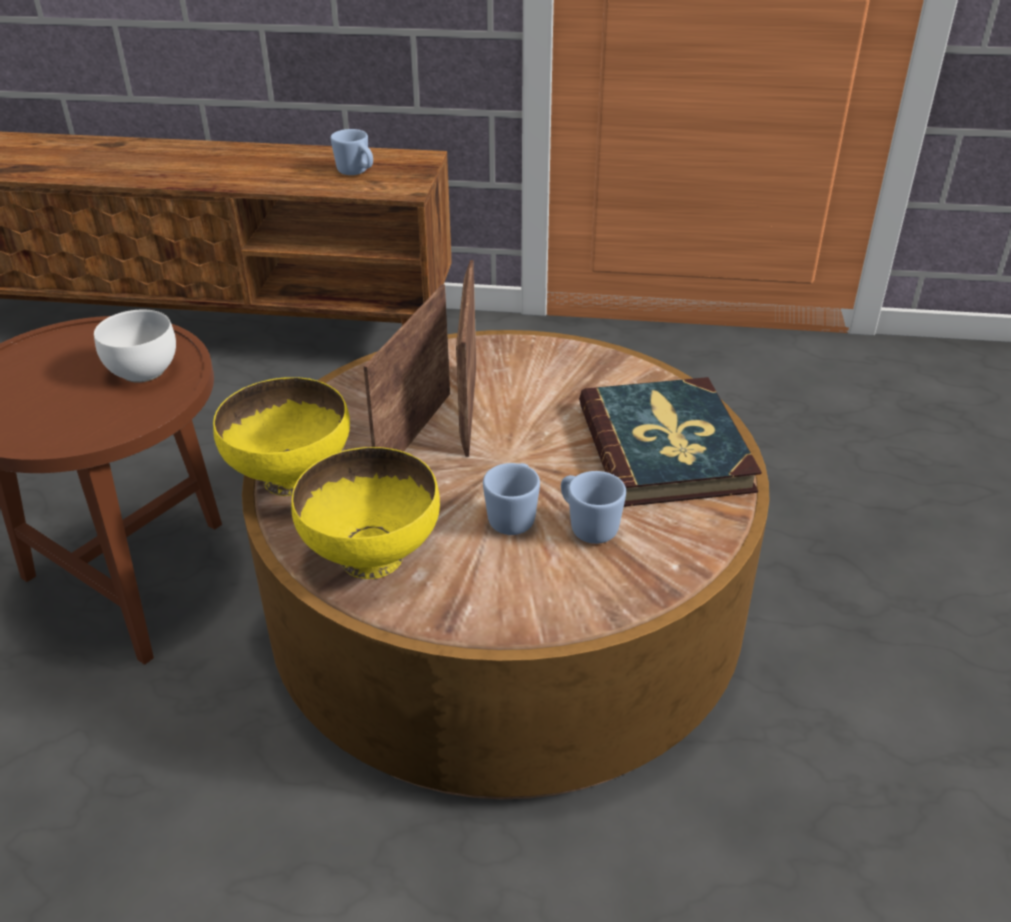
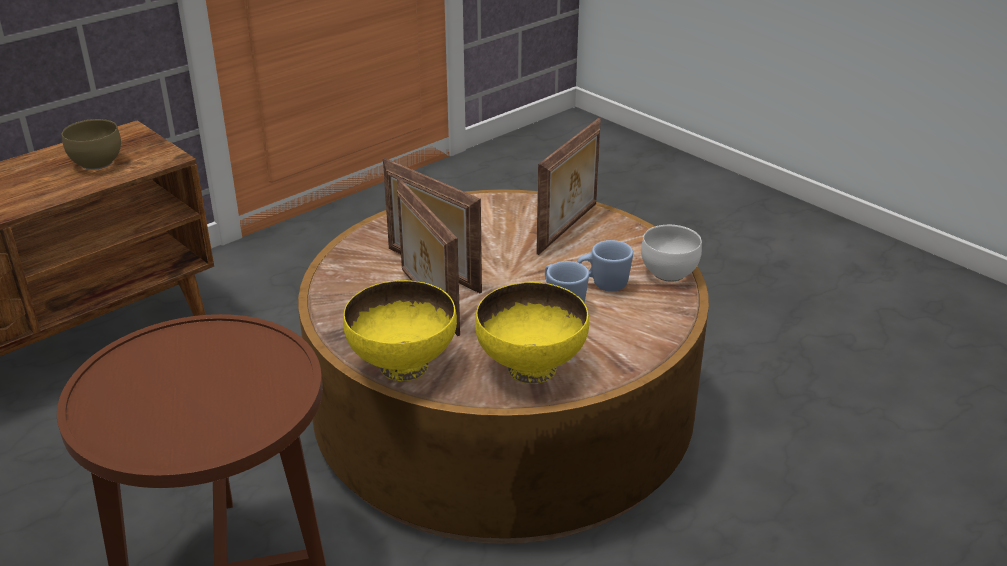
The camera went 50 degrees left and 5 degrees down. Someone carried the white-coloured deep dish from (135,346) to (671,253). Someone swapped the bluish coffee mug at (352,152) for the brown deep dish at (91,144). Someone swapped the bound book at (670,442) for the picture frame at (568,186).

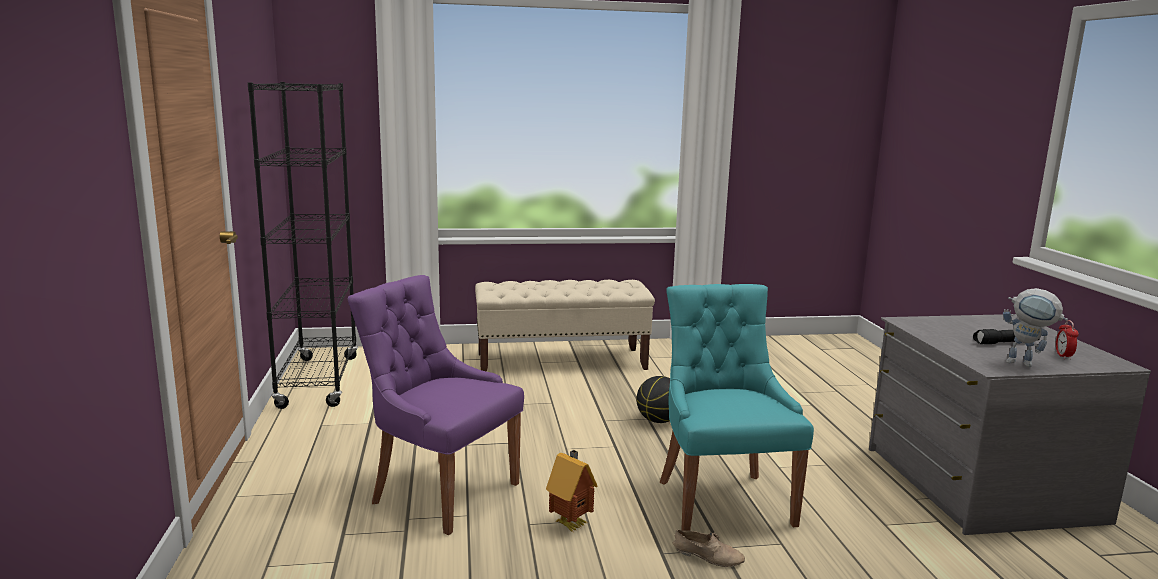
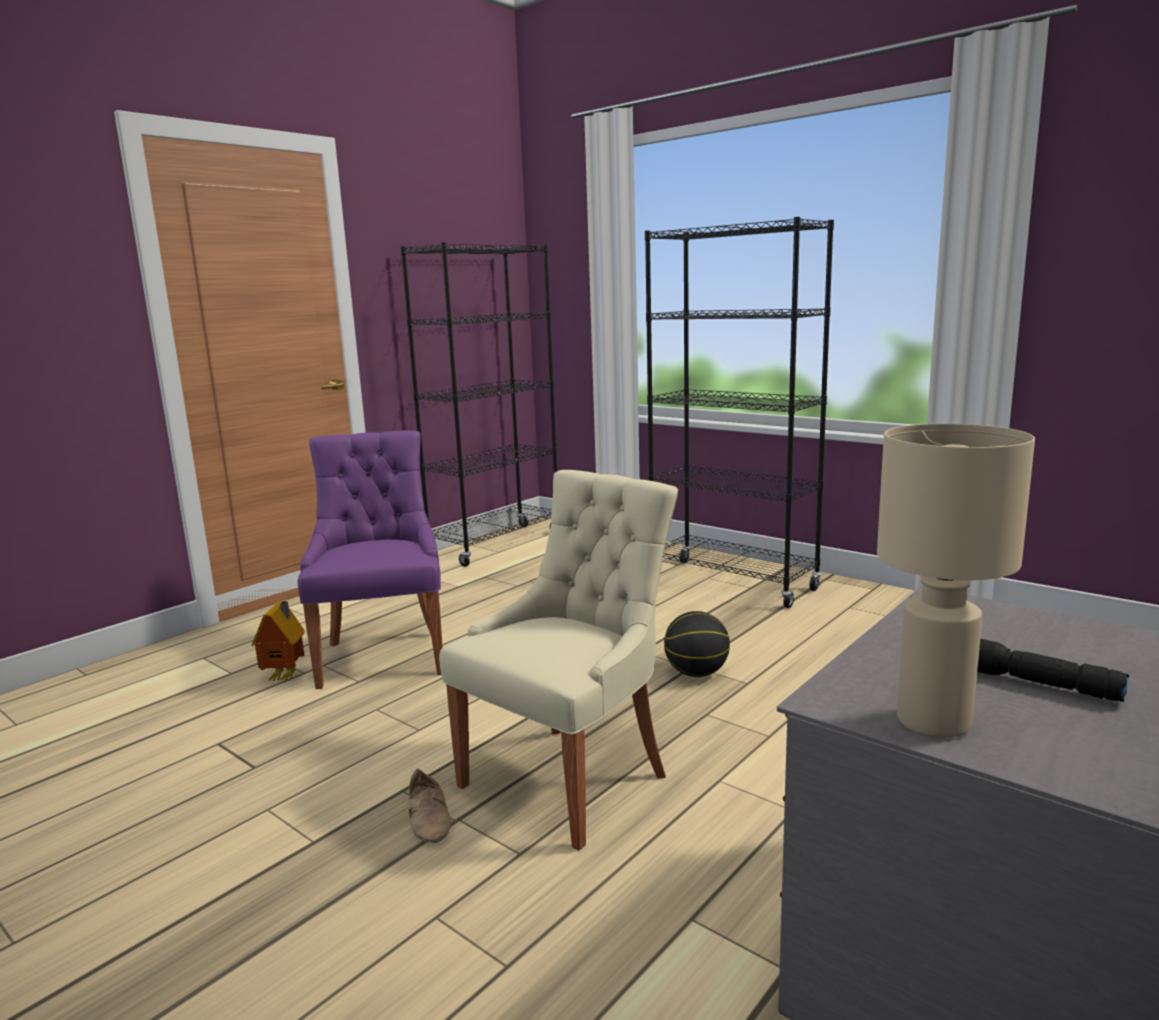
The camera went 50 degrees right and 0 degrees up. Someone took away the bedside clock at (1067,340). Someone carried the toy house from (572,490) to (278,641). Someone swapped the beige indoor bench at (565,326) for the black-coloured bookshelf at (739,412). Someone swapped the toy robot at (1035,327) for the beige table lamp at (956,581). Someone repainted the blue-green chair at (737,407), which became the beige chair at (558,660).

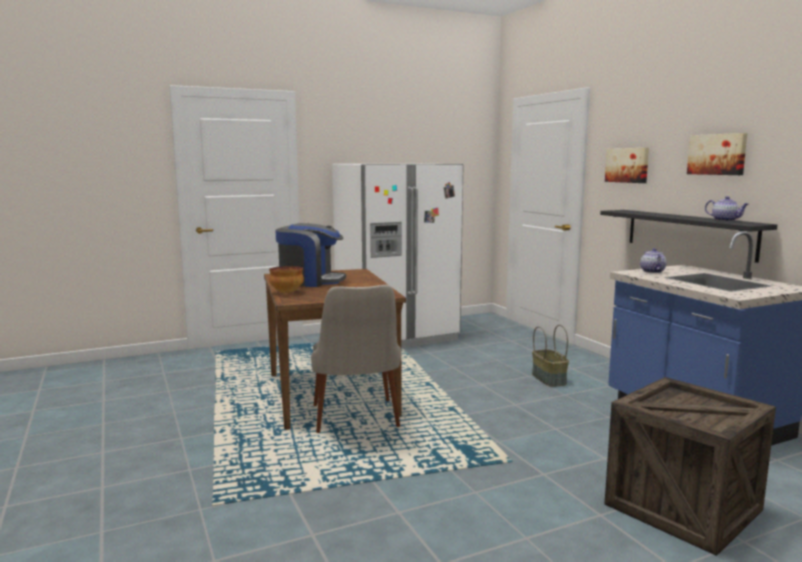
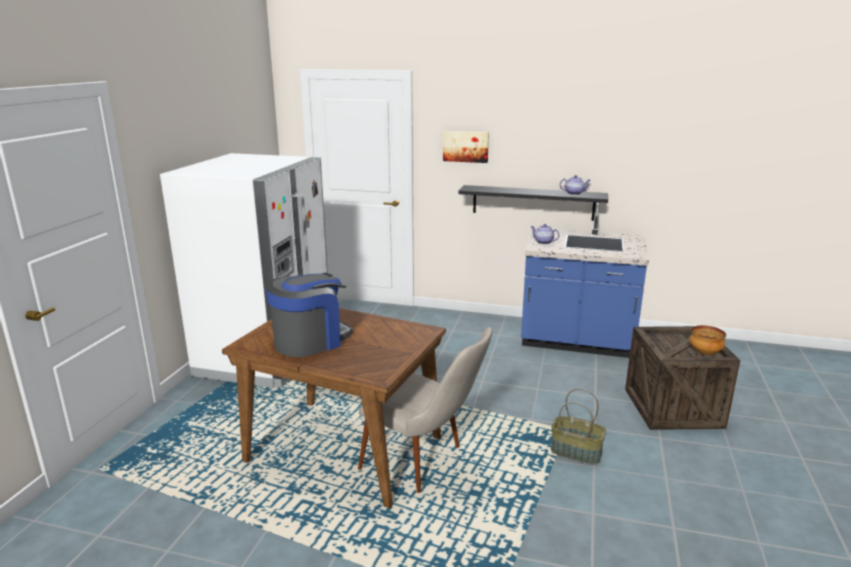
The camera went 50 degrees left and 10 degrees up. Someone took away the wall picture at (717,154). Someone carried the deep dish from (286,279) to (708,340). Someone carried the storage basket from (550,356) to (578,426).

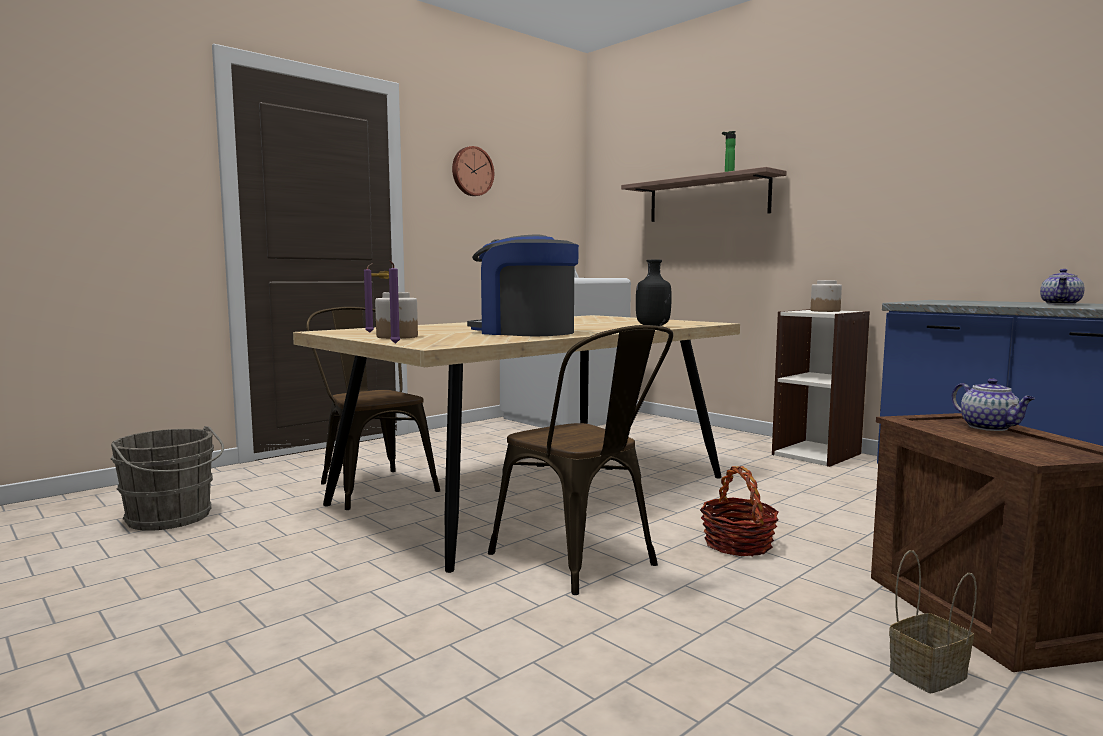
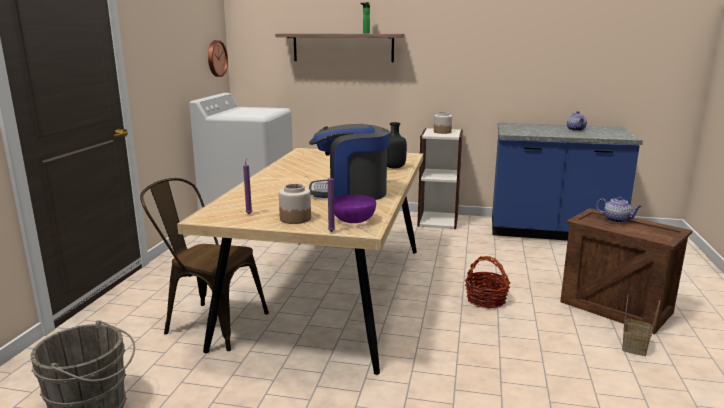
The camera went 35 degrees left and 10 degrees up. Someone took away the brown chair at (580,460). Someone put down the purplish deep dish at (355,209). Someone carried the wall clock from (473,171) to (218,58).

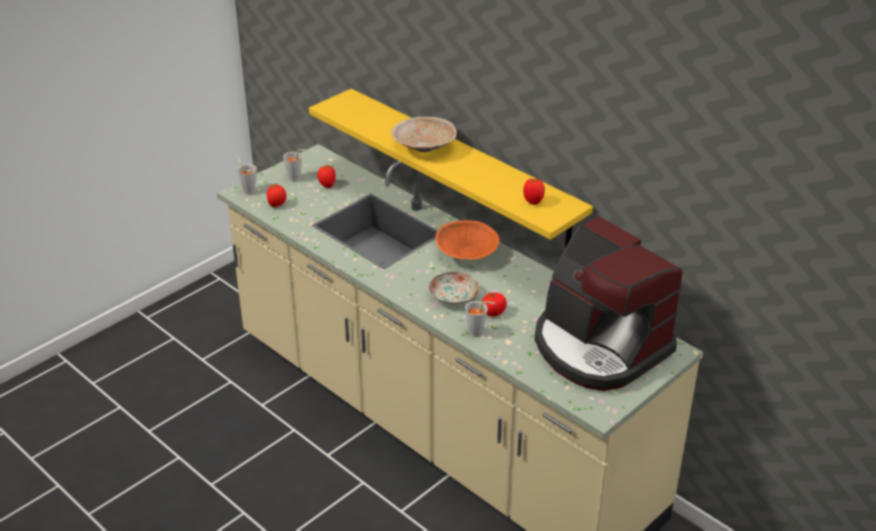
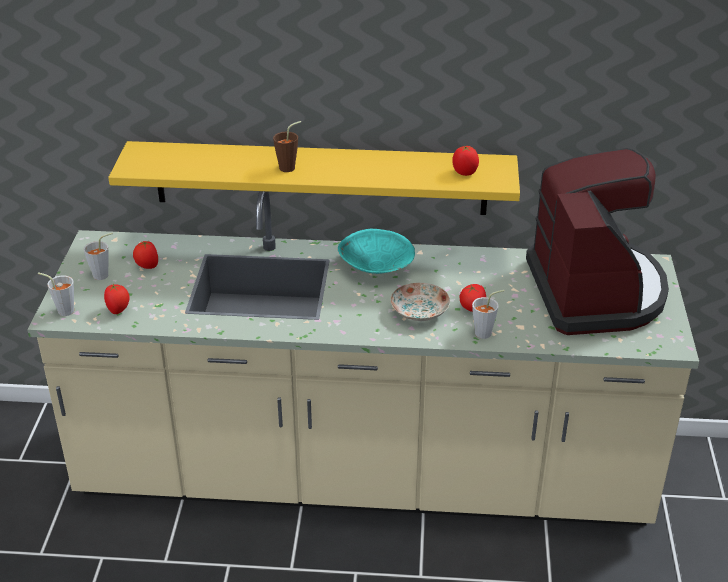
The camera went 40 degrees left and 0 degrees up. Someone swapped the beige deep dish at (424,134) for the brown small cup at (287,146). Someone repainted the orange deep dish at (467,240), which became the blue-green deep dish at (376,251). Someone rotated the coffee maker at (609,304) by 105 degrees counterclockwise.

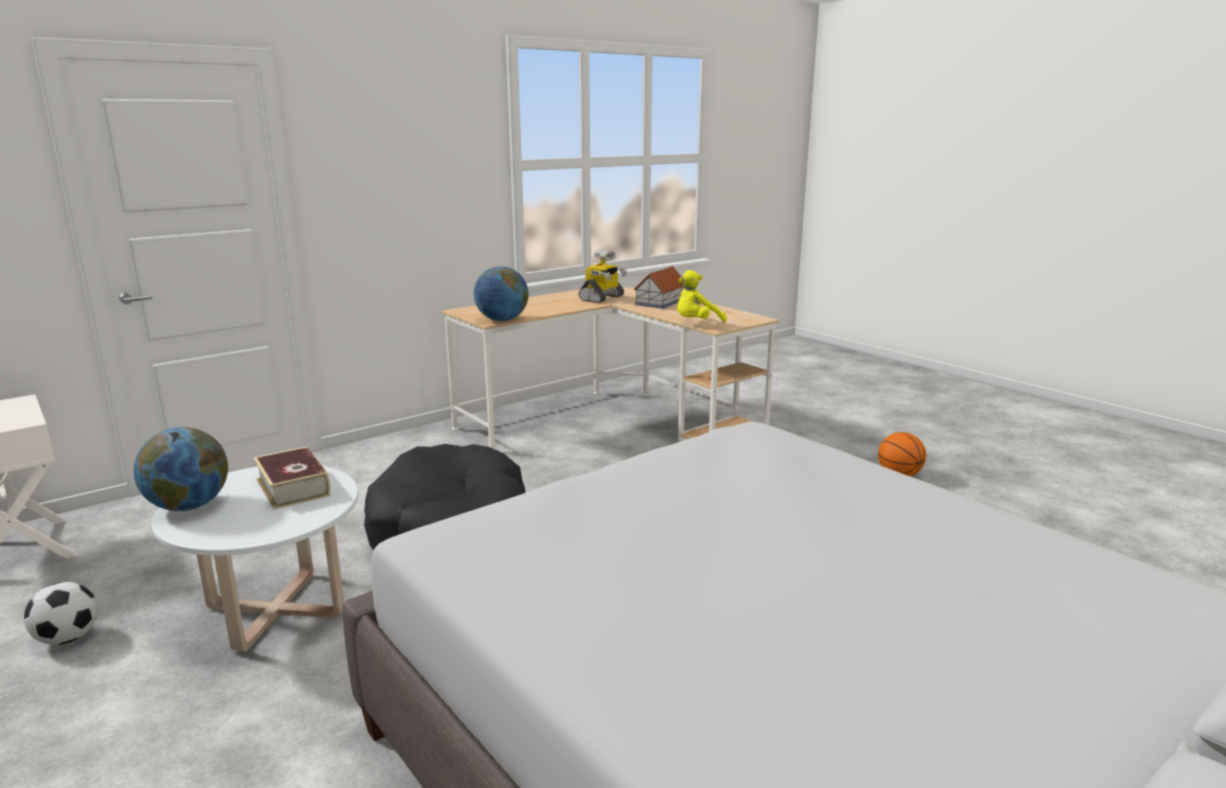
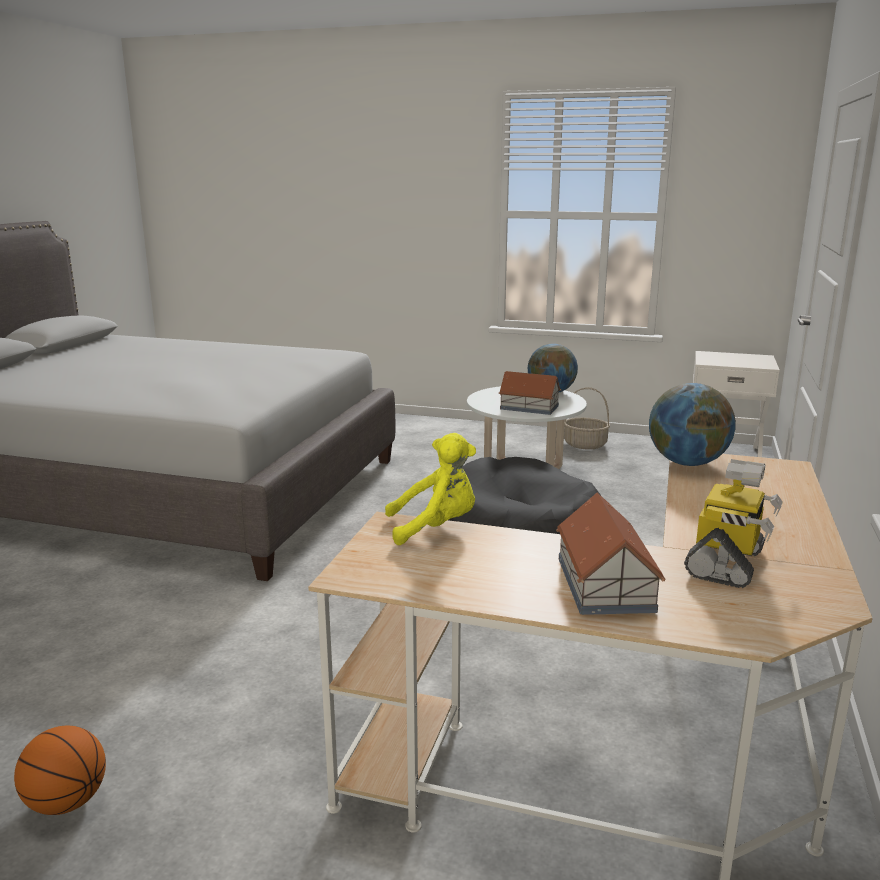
The camera went 145 degrees right and 0 degrees up. Someone swapped the football ball at (61,613) for the storage basket at (587,418). Someone swapped the bound book at (292,478) for the toy house at (530,393). Someone rotated the toy robot at (603,276) by 150 degrees counterclockwise. Someone rotated the yellow-coloured soft toy at (702,296) by 60 degrees clockwise.

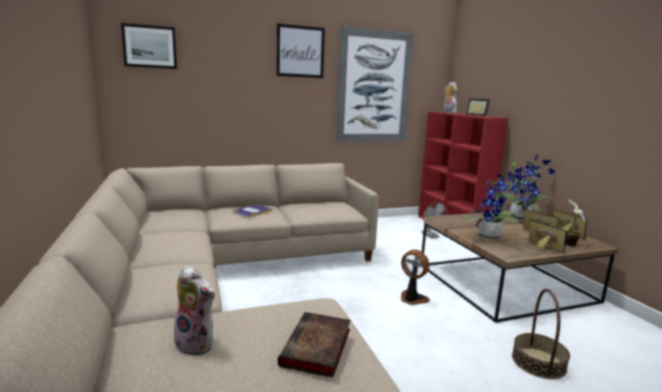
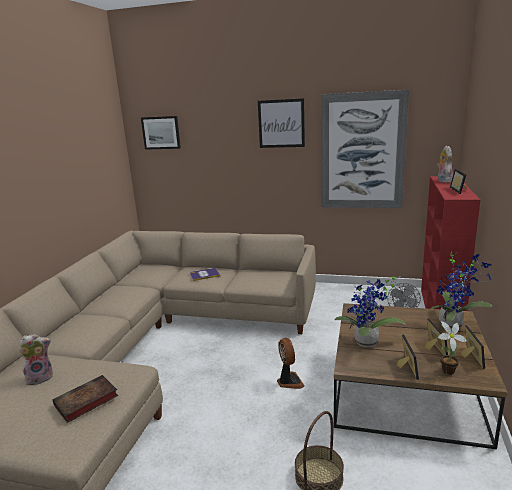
The camera went 35 degrees right and 5 degrees up. Someone rotated the soft toy at (194,310) by 90 degrees counterclockwise.

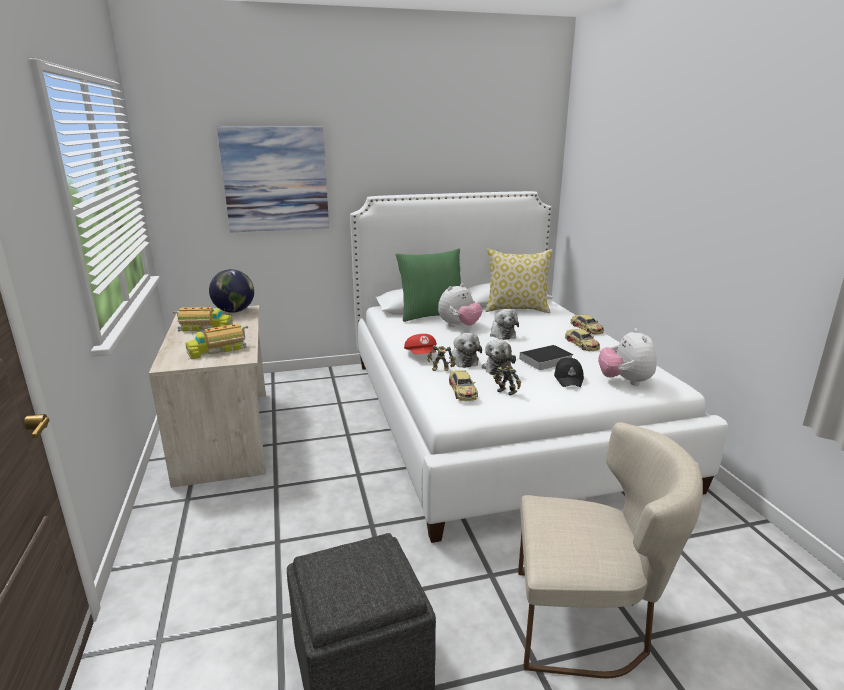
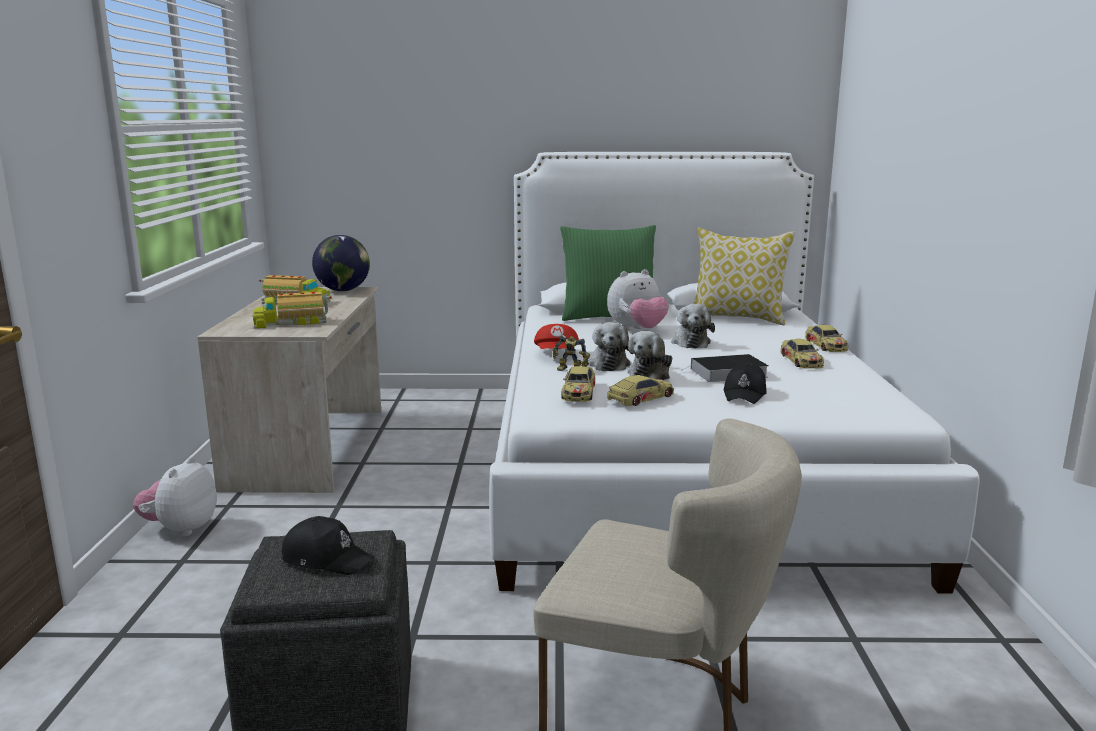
The camera went 15 degrees right and 5 degrees down. Someone took away the wall picture at (273,179). Someone put down the black-coloured cap at (328,545). Someone carried the soft toy from (627,357) to (175,497). Someone swapped the toy robot at (507,381) for the model car at (640,390).

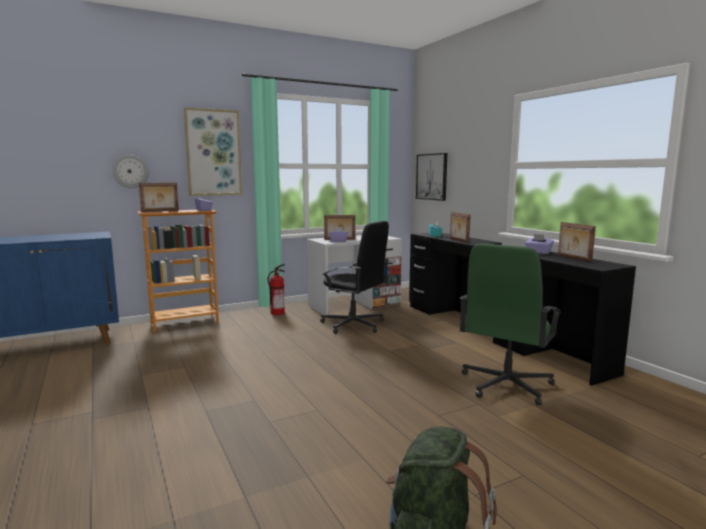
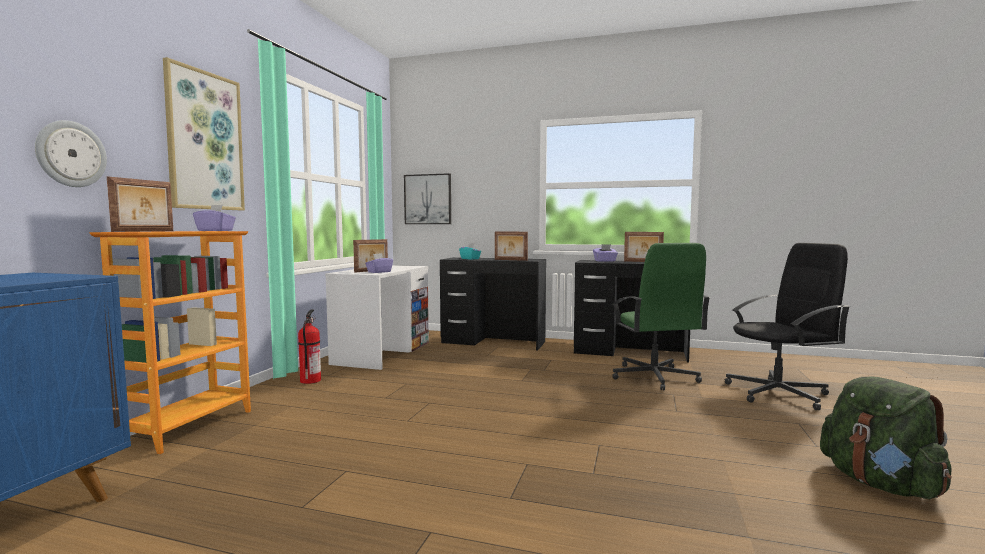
The camera went 45 degrees left and 5 degrees down. Someone carried the black-coloured office chair from (354,277) to (788,326).

